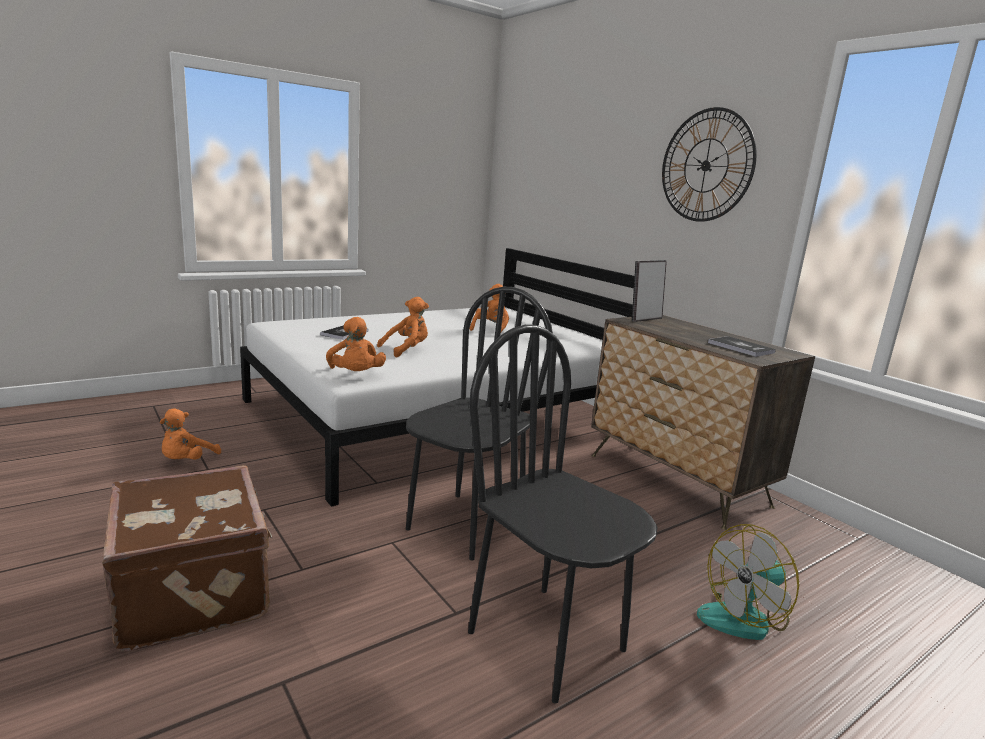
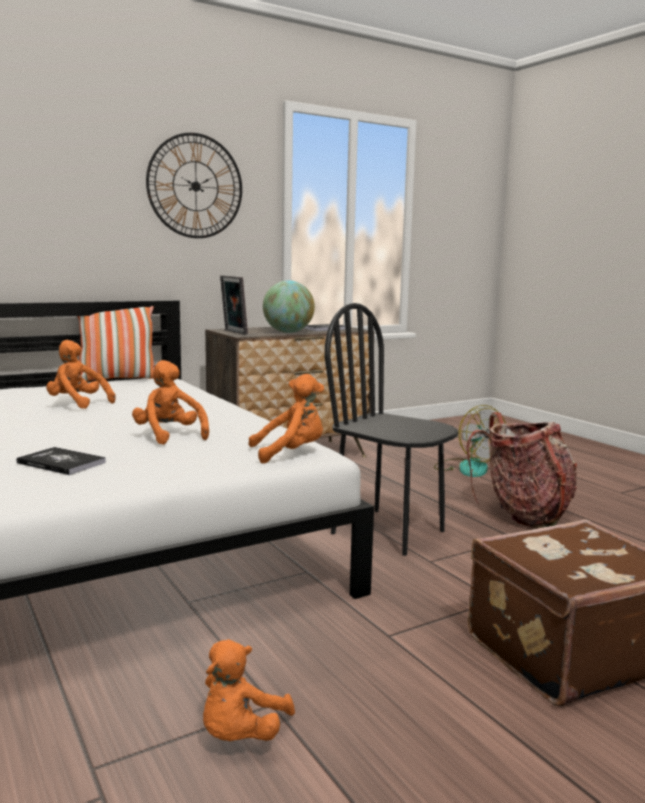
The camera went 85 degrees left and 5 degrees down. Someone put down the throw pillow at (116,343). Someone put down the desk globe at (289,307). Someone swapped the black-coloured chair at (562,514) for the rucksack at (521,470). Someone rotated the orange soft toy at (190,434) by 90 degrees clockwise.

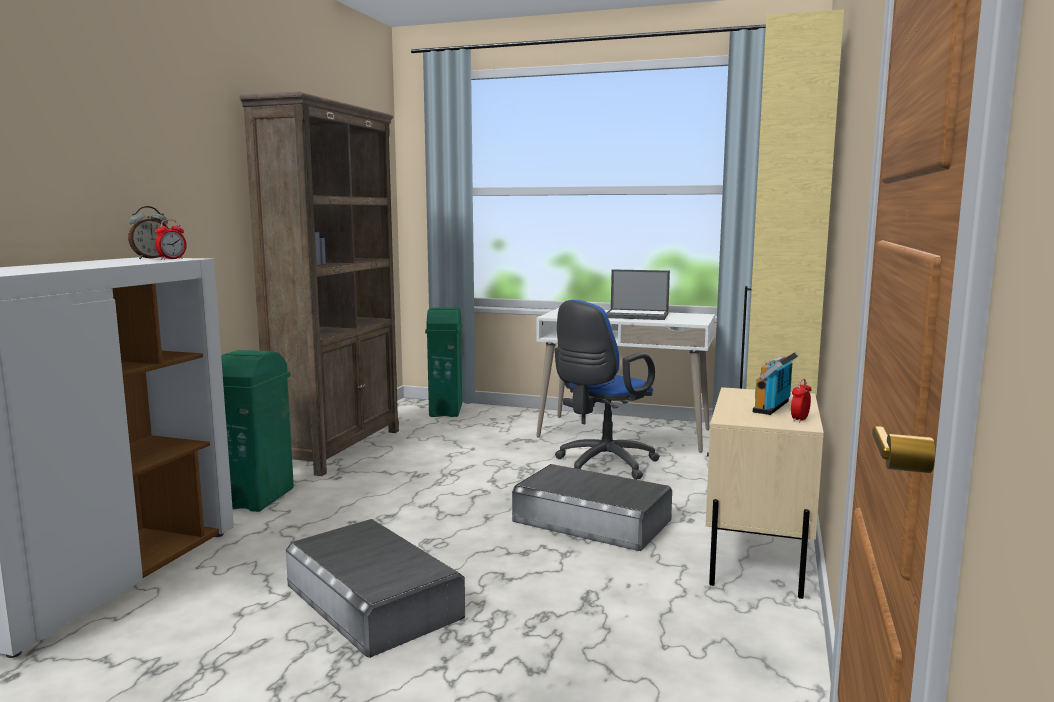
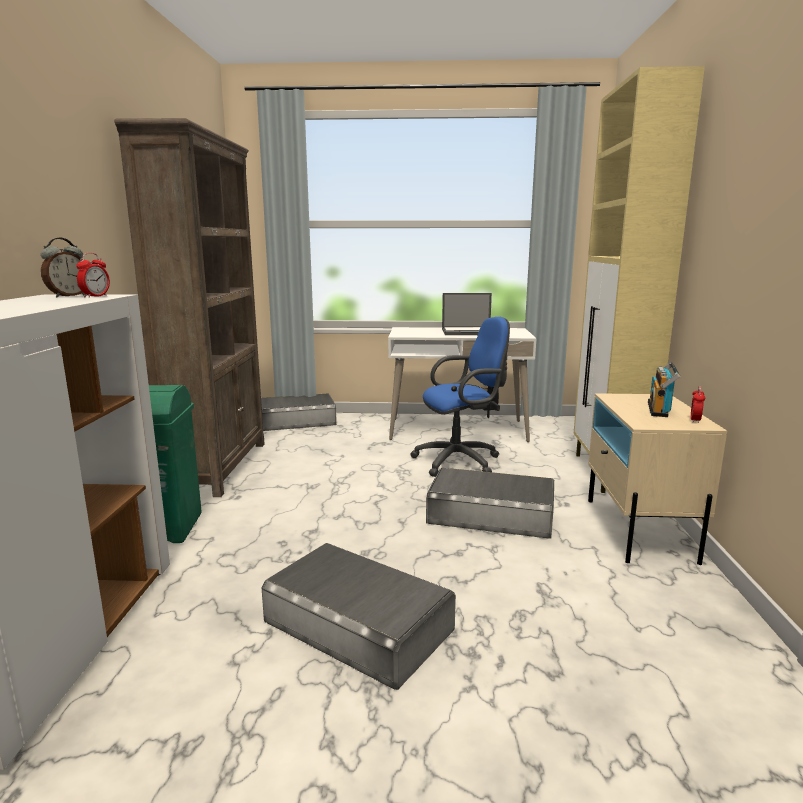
The camera went 15 degrees left and 5 degrees up. Someone swapped the greenish trash can at (443,362) for the gray storage box at (299,412). Someone rotated the bluish office chair at (607,390) by 135 degrees counterclockwise.

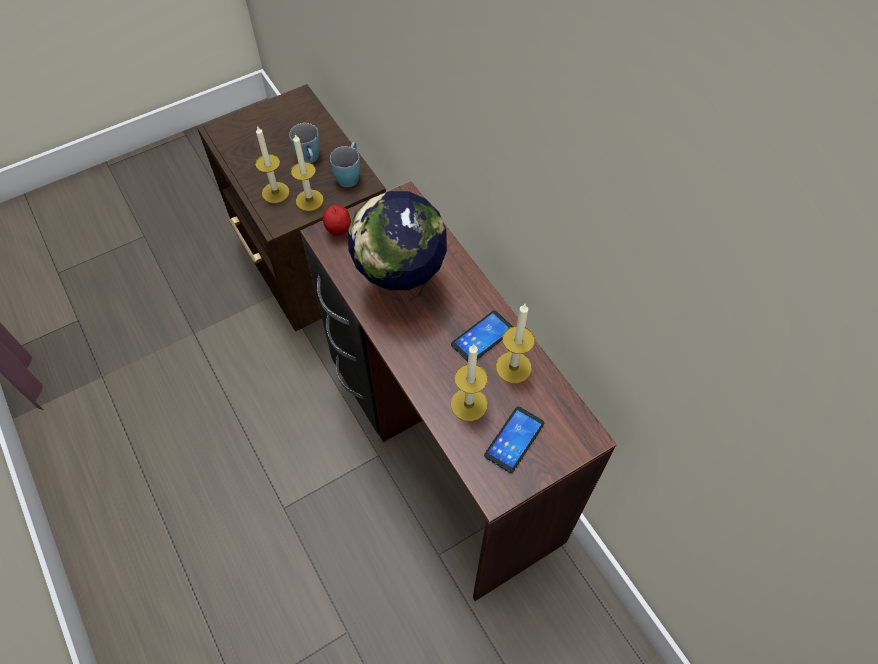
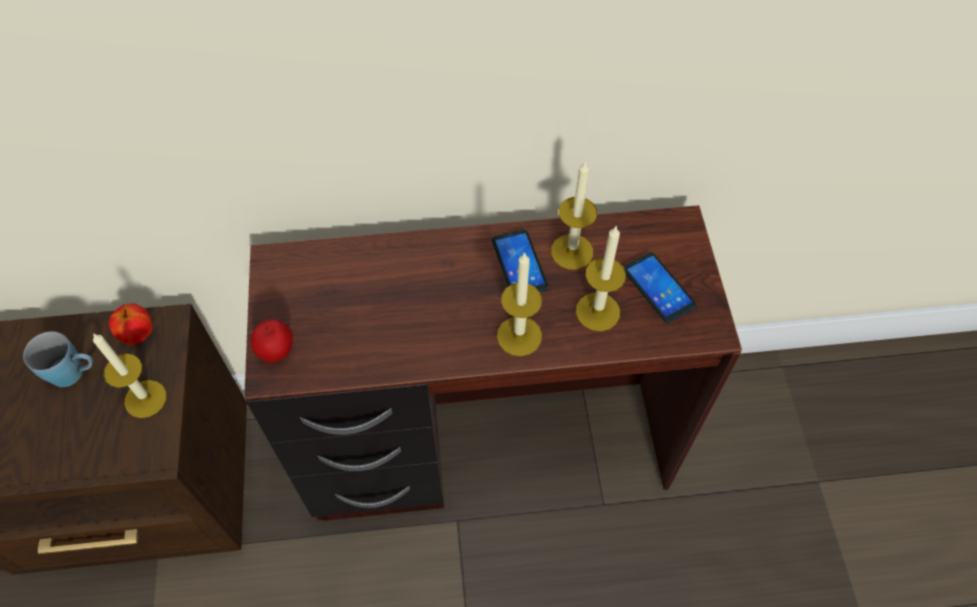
The camera went 65 degrees left and 0 degrees up. Someone took away the desk globe at (397,247). Someone carried the wax candle from (272,164) to (519,304). Someone swapped the bluish coffee mug at (345,164) for the whole apple at (131,324).

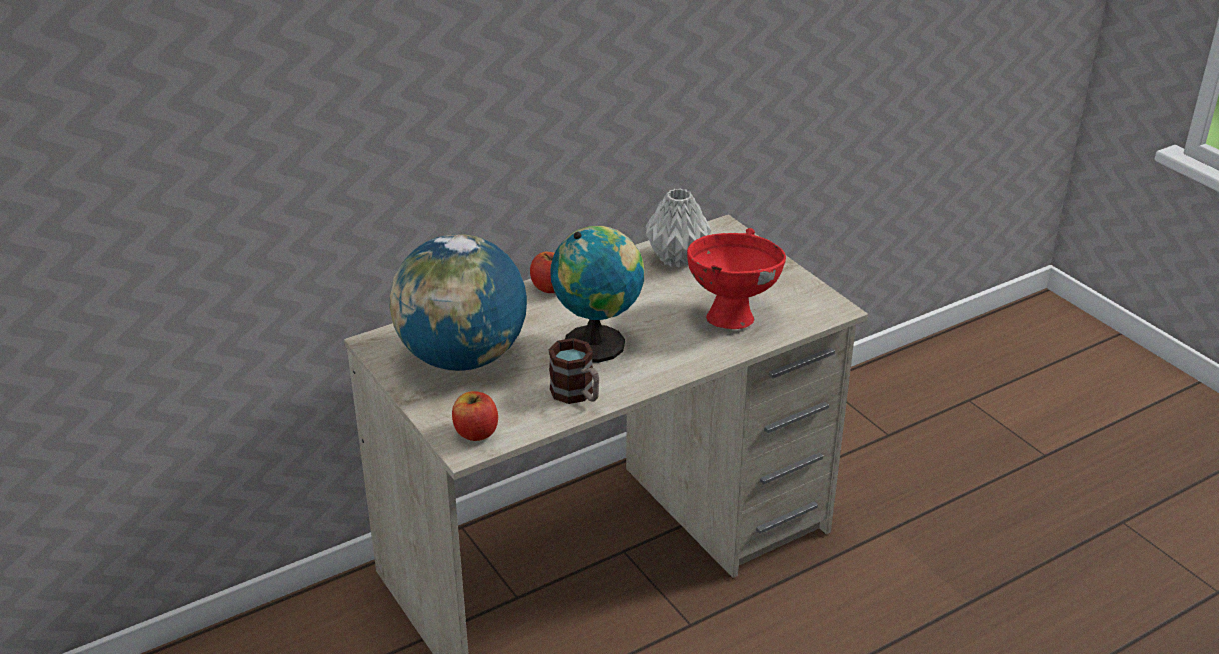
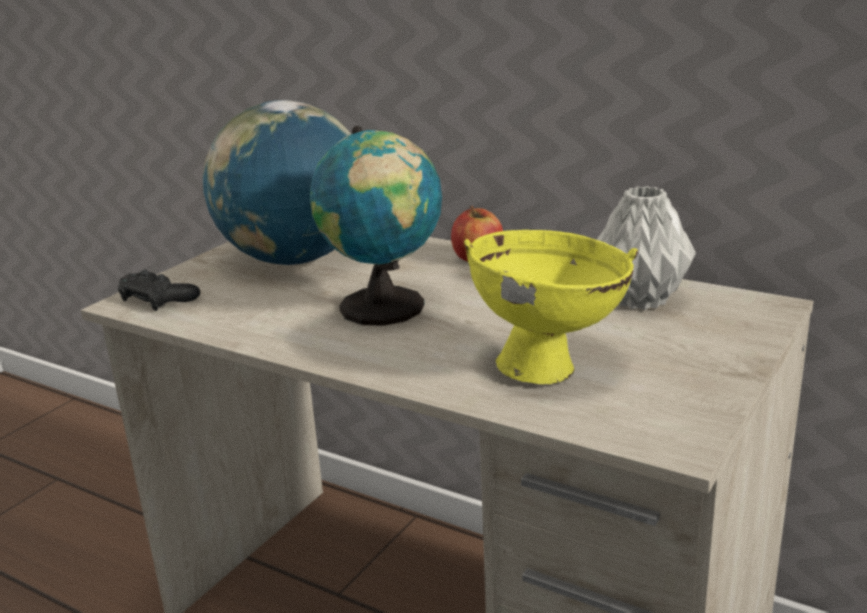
The camera went 65 degrees right and 10 degrees down. Someone took away the coffee mug at (574,371). Someone swapped the whole apple at (475,416) for the black-coloured game controller at (159,290). Someone repainted the red-coloured deep dish at (736,278), which became the yellow-coloured deep dish at (551,307).

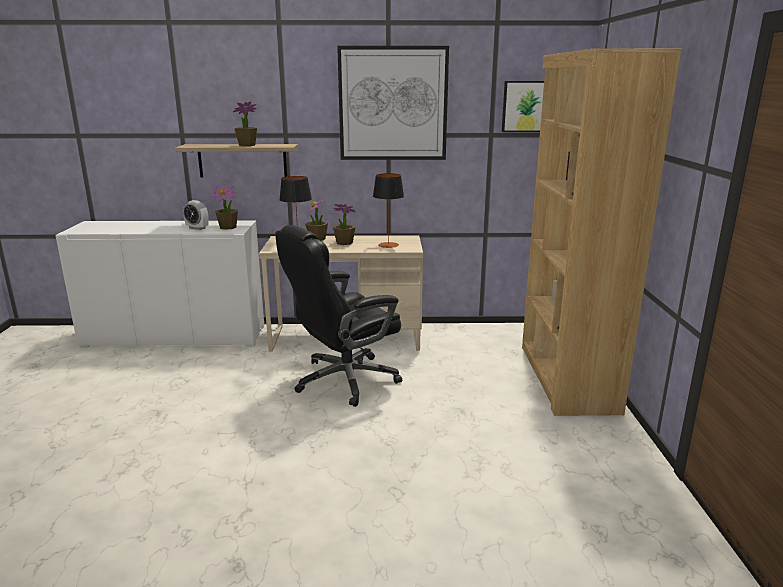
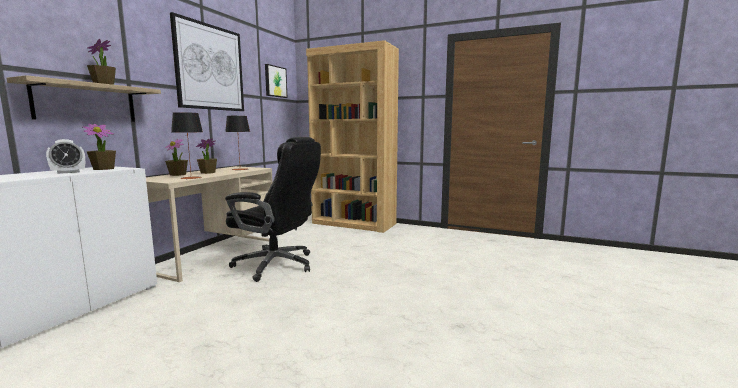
The camera went 65 degrees left and 10 degrees down. Someone rotated the black-coloured office chair at (338,316) by 60 degrees counterclockwise.

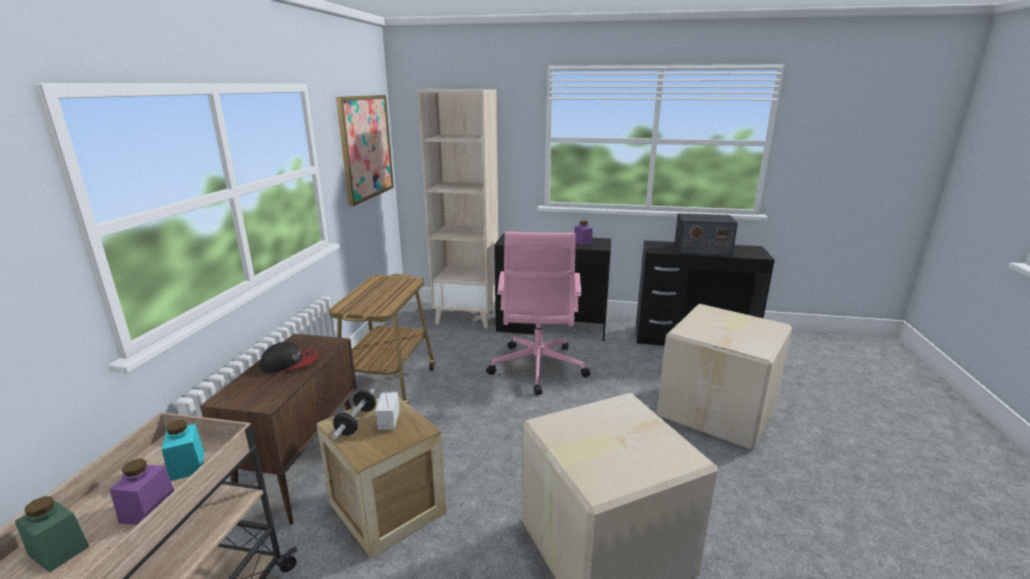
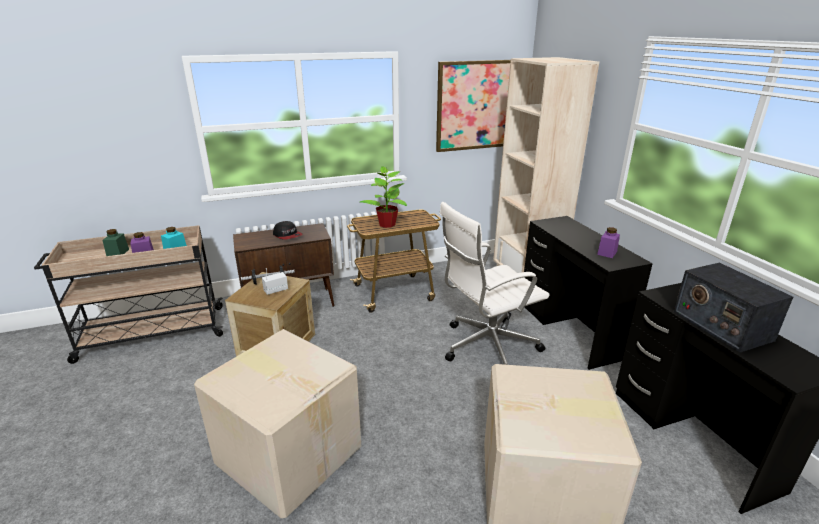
The camera went 60 degrees right and 5 degrees up. Someone put down the houseplant at (383,197). Someone repainted the pink office chair at (538,313), which became the white-coloured office chair at (494,283).

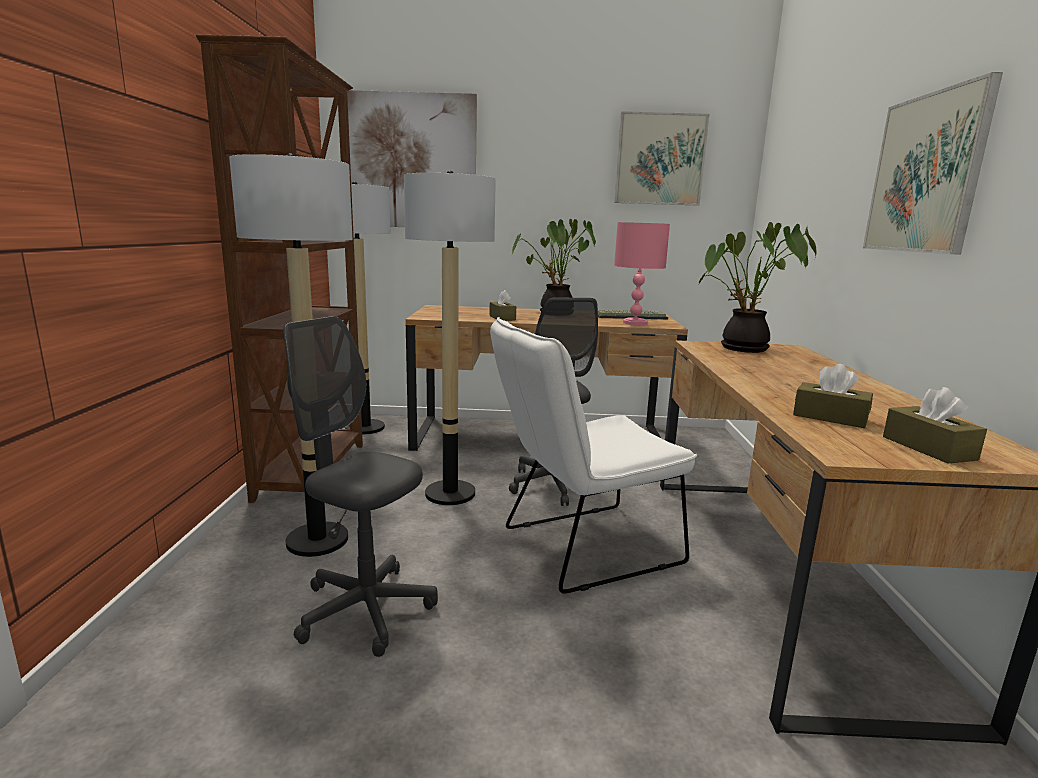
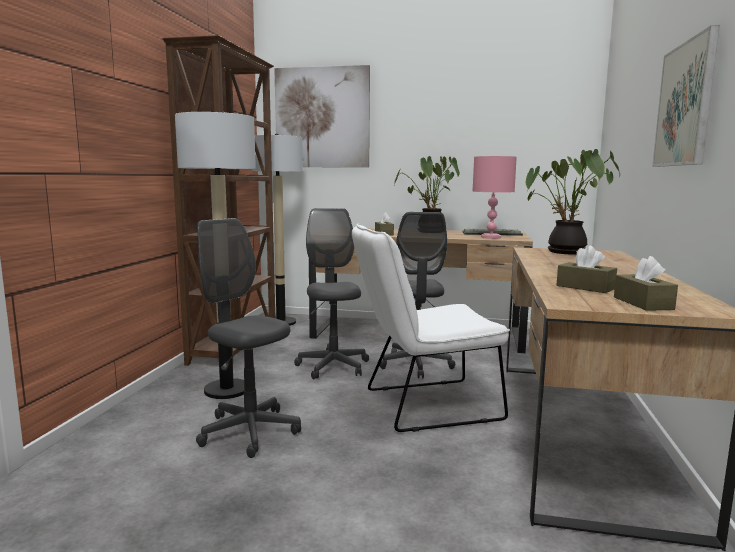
The camera went 10 degrees right and 5 degrees down. Someone took away the wall picture at (662,158). Someone swapped the standing lamp at (450,338) for the gray office chair at (331,294).

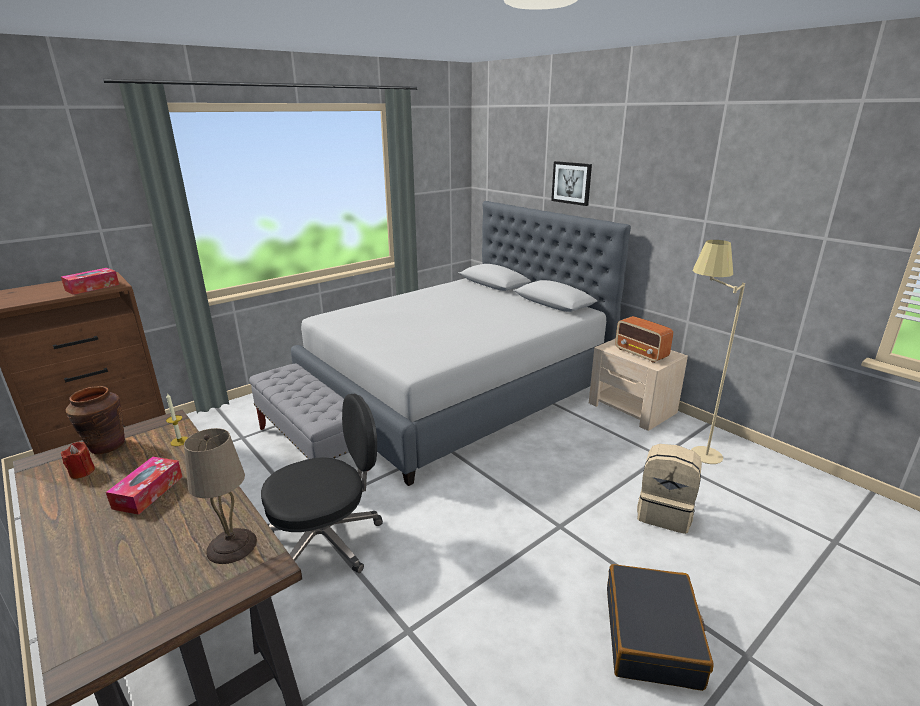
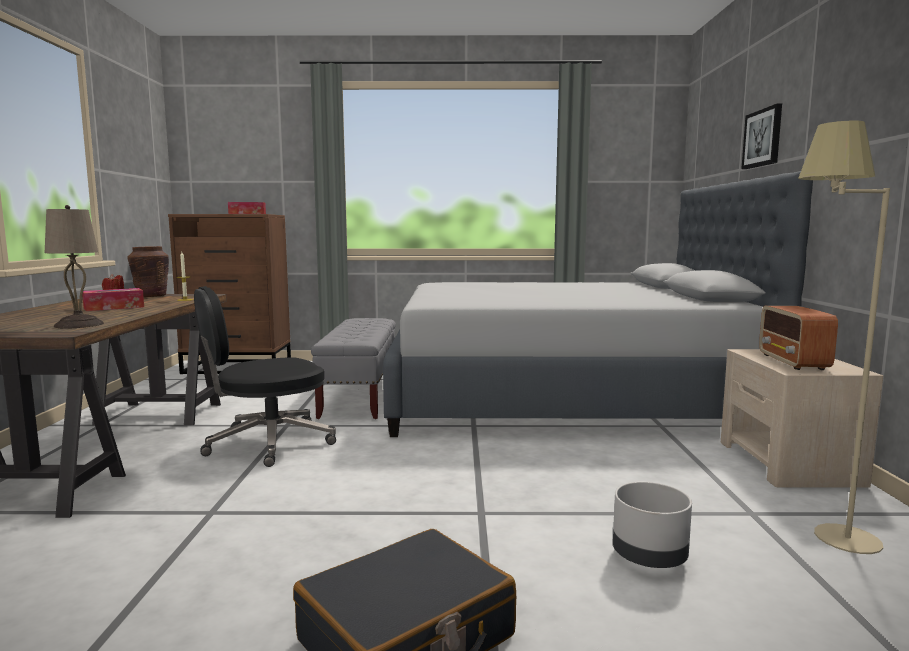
The camera went 40 degrees right and 15 degrees down. Someone swapped the beige rucksack at (669,489) for the gray planter at (652,525). Someone rotated the black-coloured office chair at (322,483) by 135 degrees clockwise.

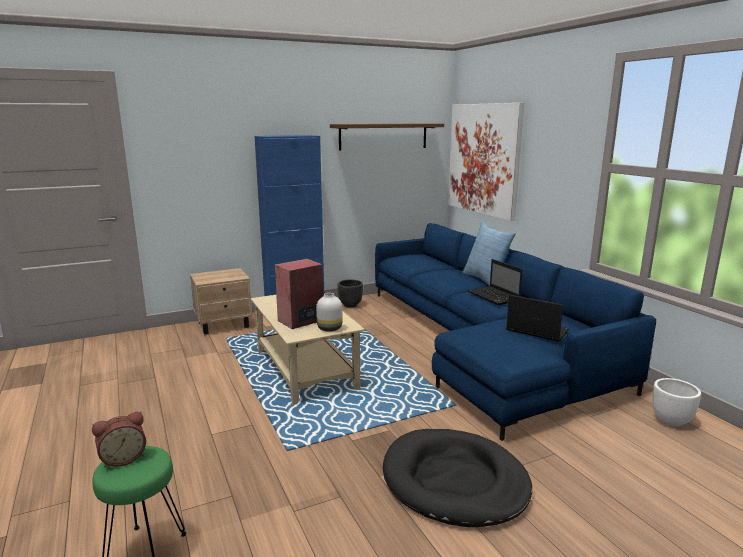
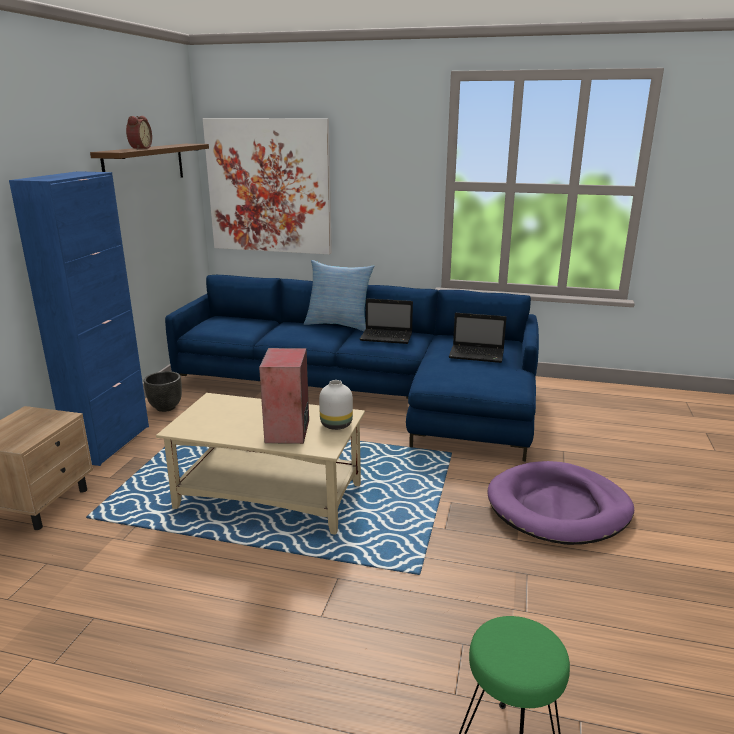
The camera went 50 degrees left and 5 degrees up. Someone took away the white-coloured planter at (676,402). Someone carried the bedside clock from (119,439) to (139,132). Someone repainted the black-coloured pet bed at (457,478), which became the purplish pet bed at (560,503). Someone rotated the notebook computer at (537,318) by 150 degrees counterclockwise.

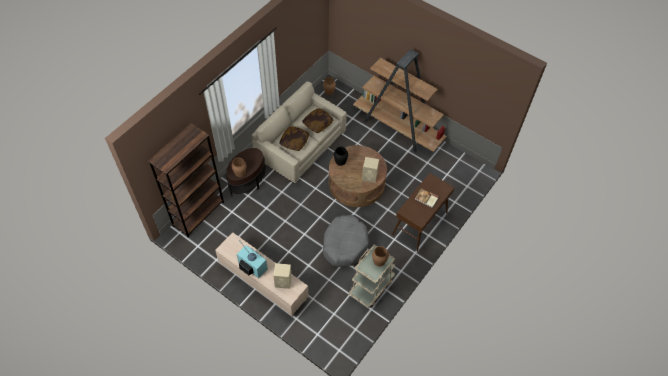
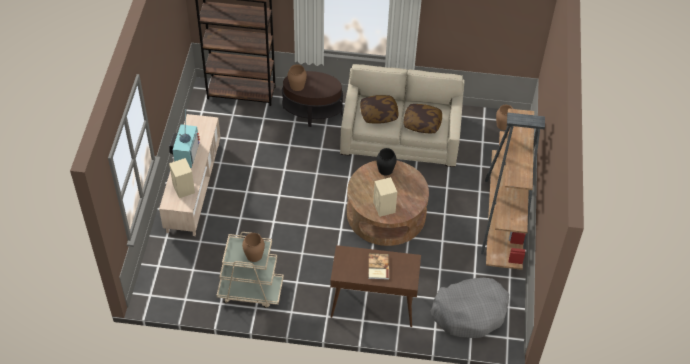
The camera went 60 degrees right and 5 degrees down. Someone carried the gray pet bed from (346,241) to (470,308).

